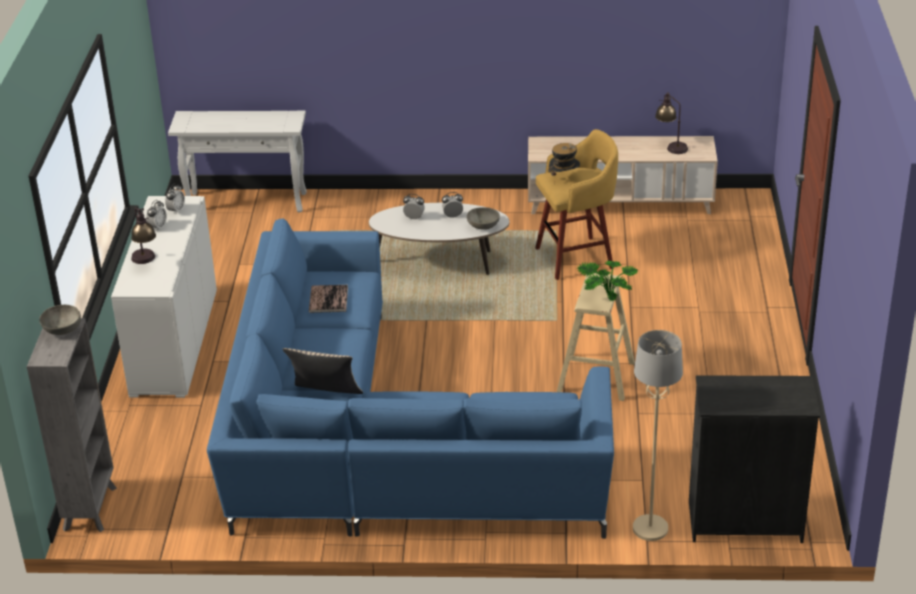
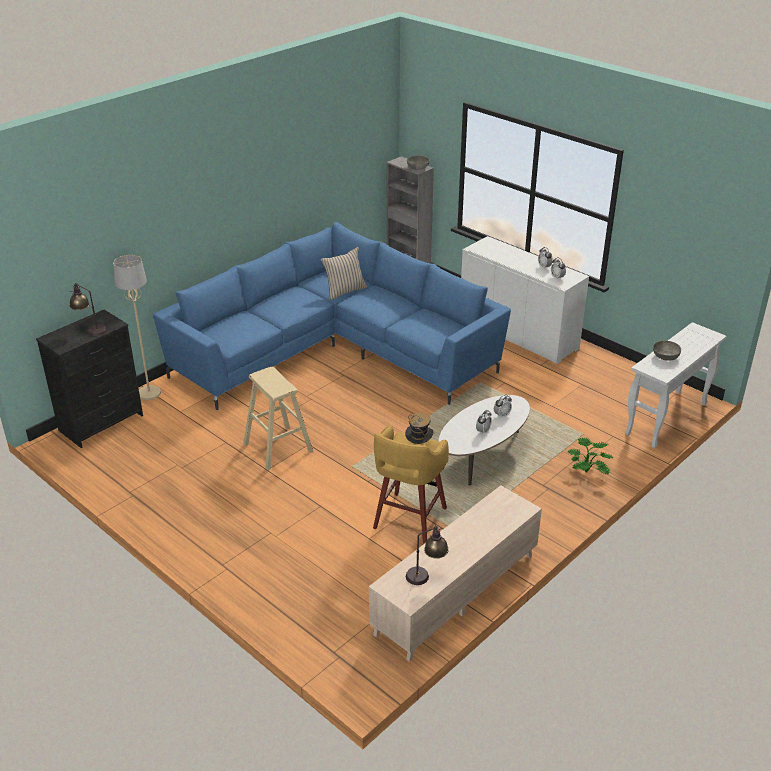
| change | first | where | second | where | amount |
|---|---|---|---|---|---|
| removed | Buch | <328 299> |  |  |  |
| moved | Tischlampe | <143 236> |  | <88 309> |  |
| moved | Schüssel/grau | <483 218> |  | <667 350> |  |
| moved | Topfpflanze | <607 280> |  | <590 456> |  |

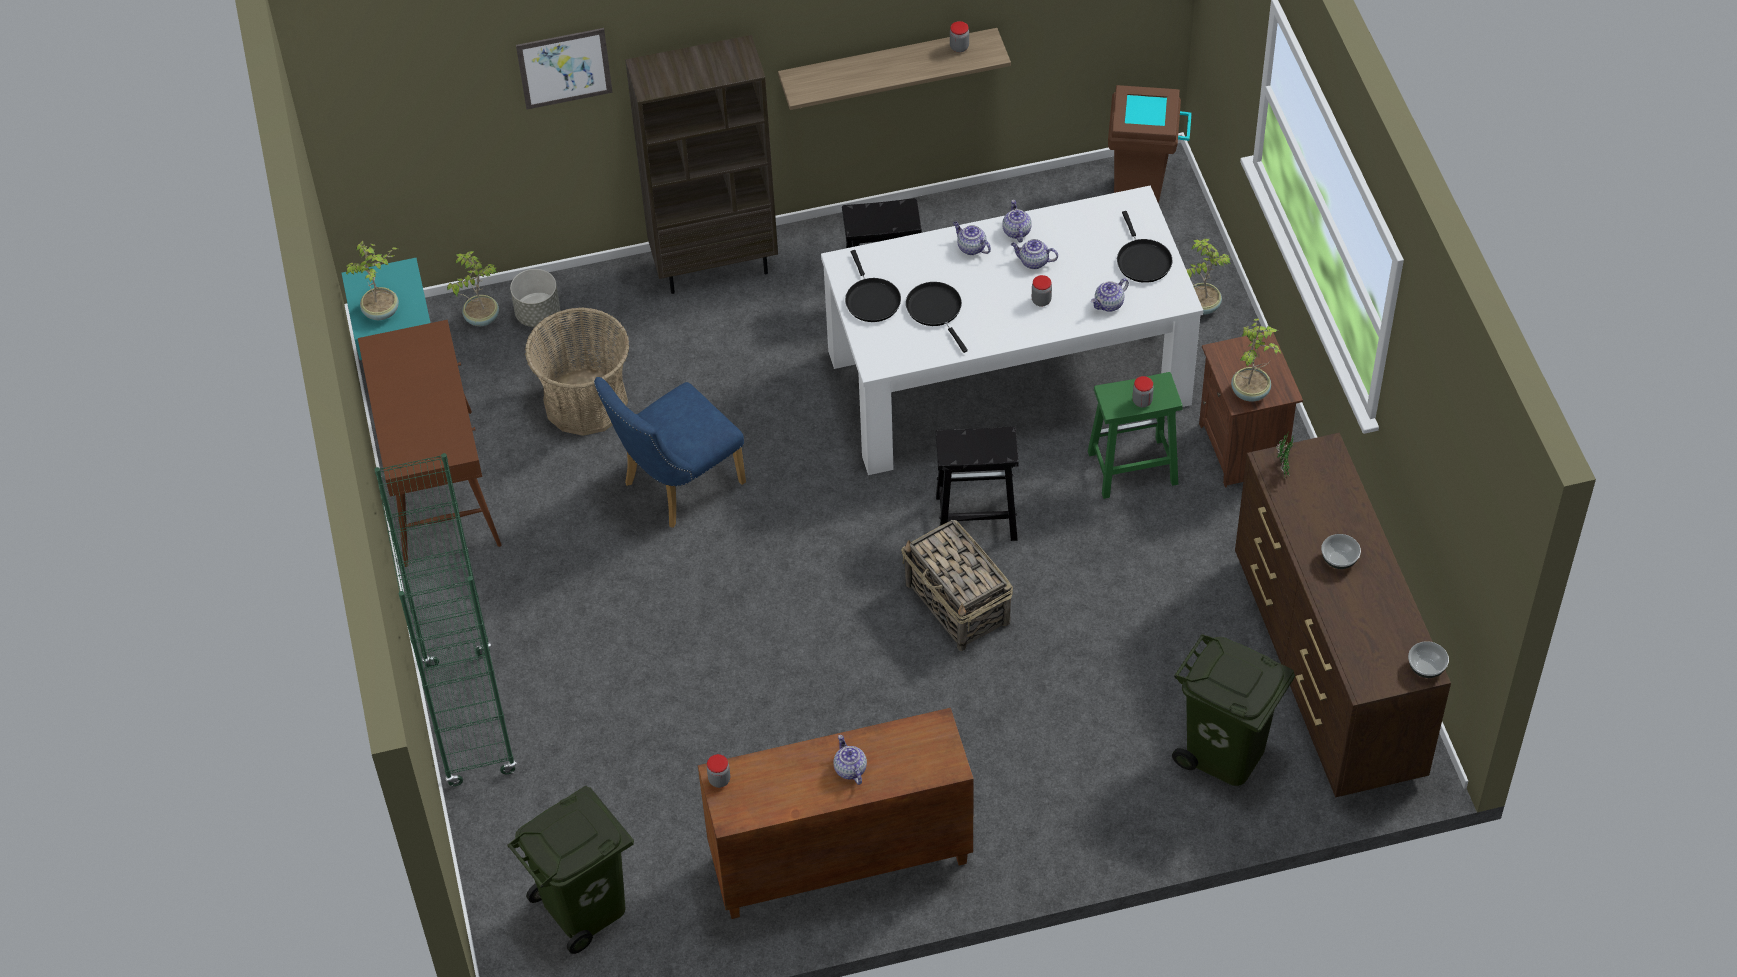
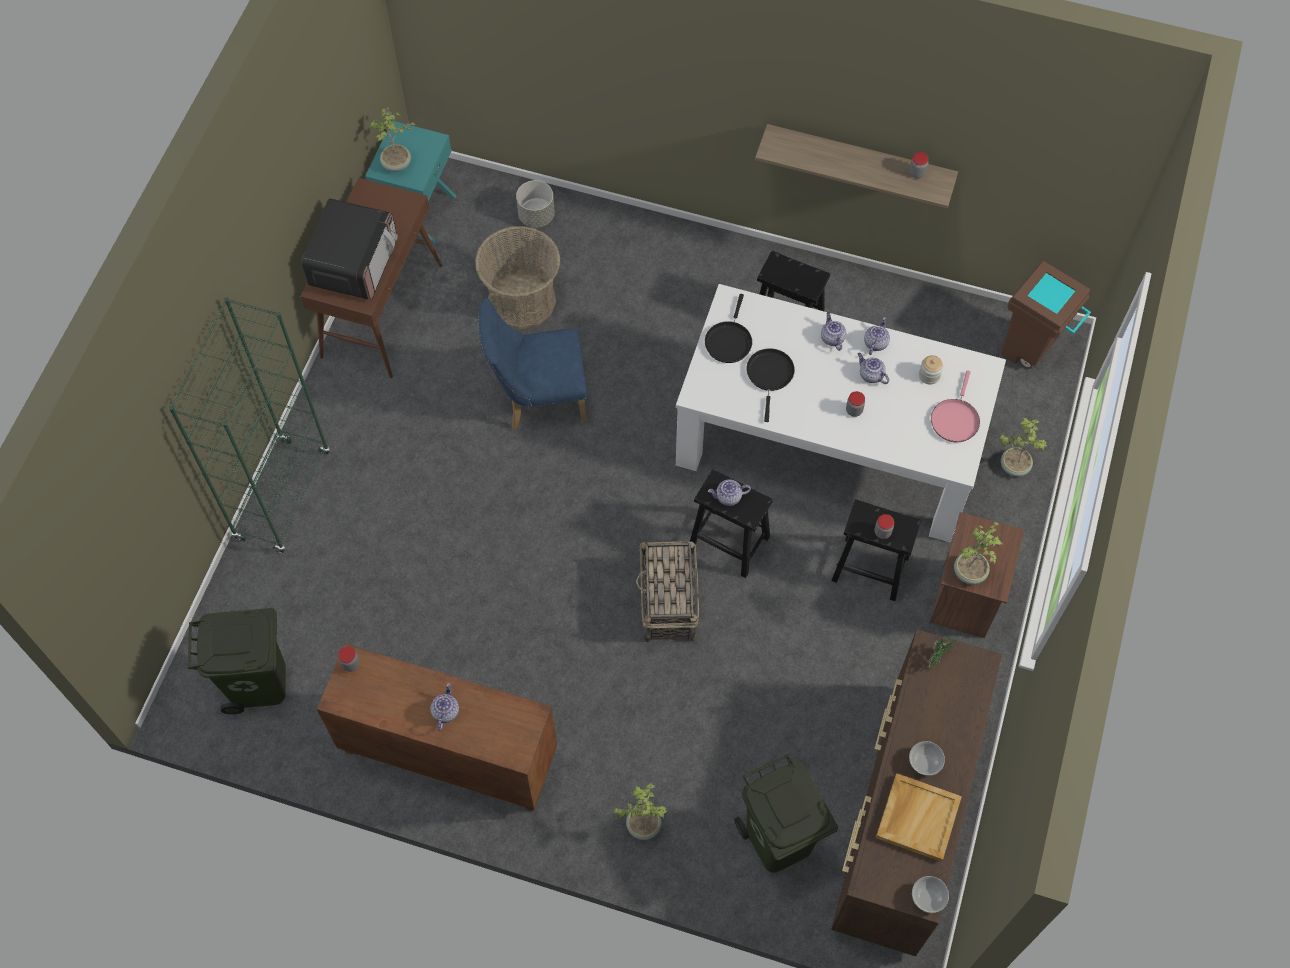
| change | first | where | second | where | amount |
|---|---|---|---|---|---|
| removed | Bild | <564 68> |  |  |  |
| removed | Bücherregal/braun | <701 164> |  |  |  |
| added |  |  | Mikrowelle | <349 249> |  |
| added |  |  | Tablett/beige | <919 817> |  |
| added |  |  | Vorratsglas | <931 369> |  |
| moved | Topfpflanze | <473 288> |  | <639 811> |  |
| moved | Teekanne | <1110 295> |  | <729 492> |  |
| recoloured | Hocker/grün | <1135 435> | Hocker/schwarz | <876 550> |  |
| recoloured | Pfanne/schwarz | <1144 247> | Pfanne/rosa | <955 406> |  |

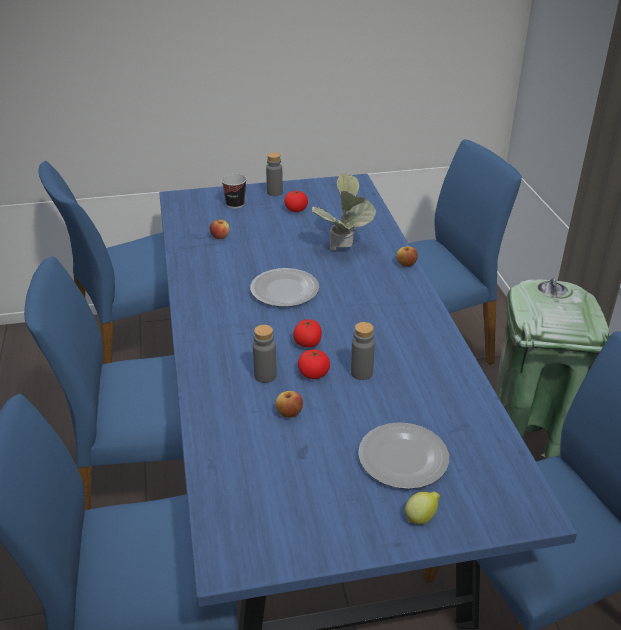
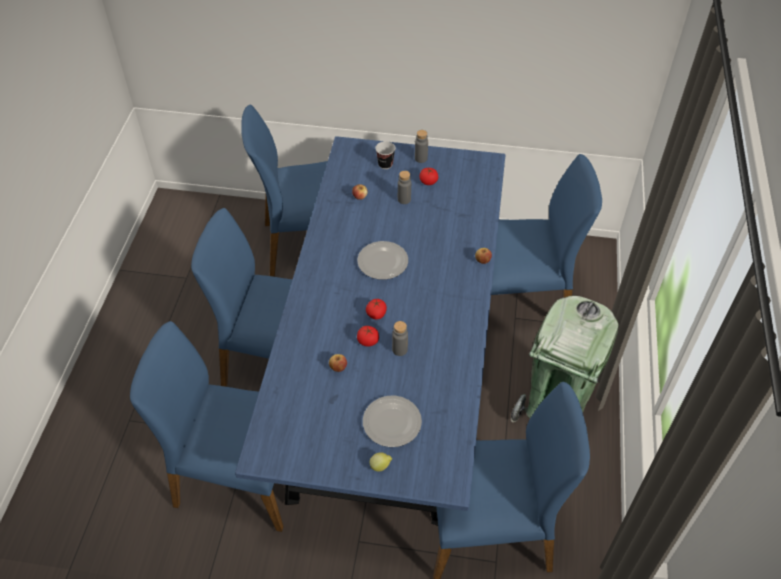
| change | first | where | second | where | amount |
|---|---|---|---|---|---|
| removed | Topfpflanze | <344 212> |  |  |  |
| moved | Flasche/grau | <265 354> |  | <404 187> |  |

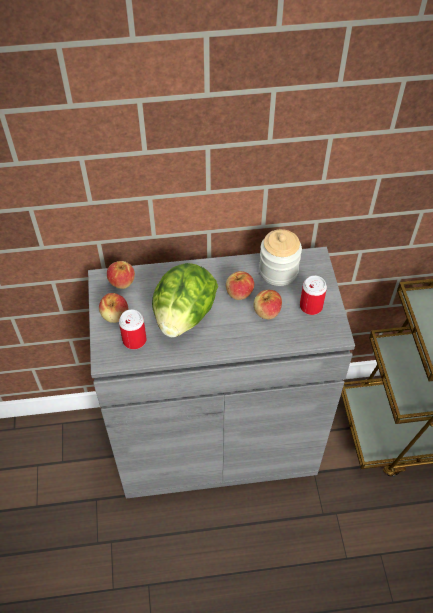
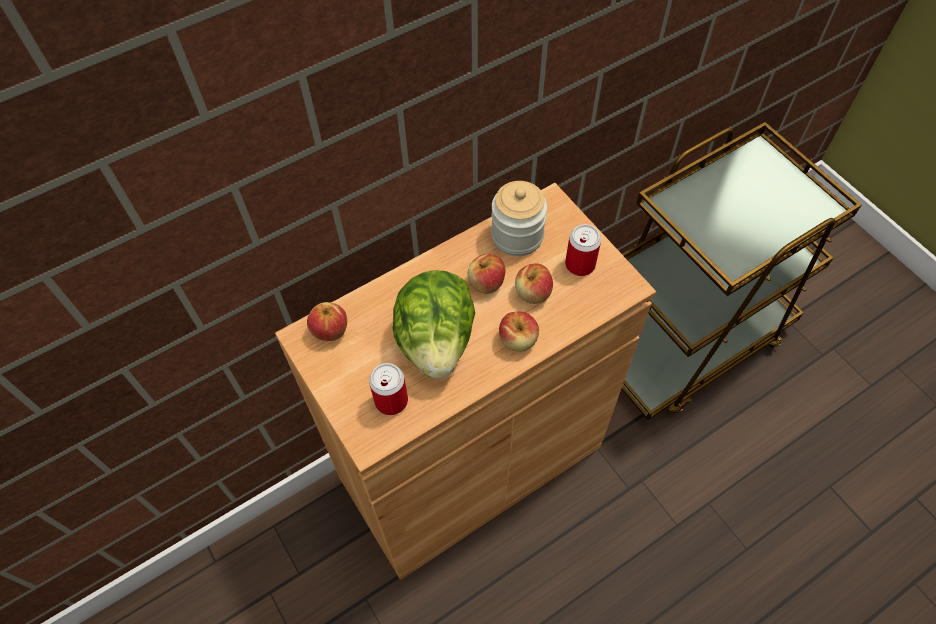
| change | first | where | second | where | amount |
|---|---|---|---|---|---|
| moved | Apfel | <113 308> |  | <519 332> |  |
| recoloured | Schrank/grau | <221 373> | Schrank/braun | <465 381> |  |

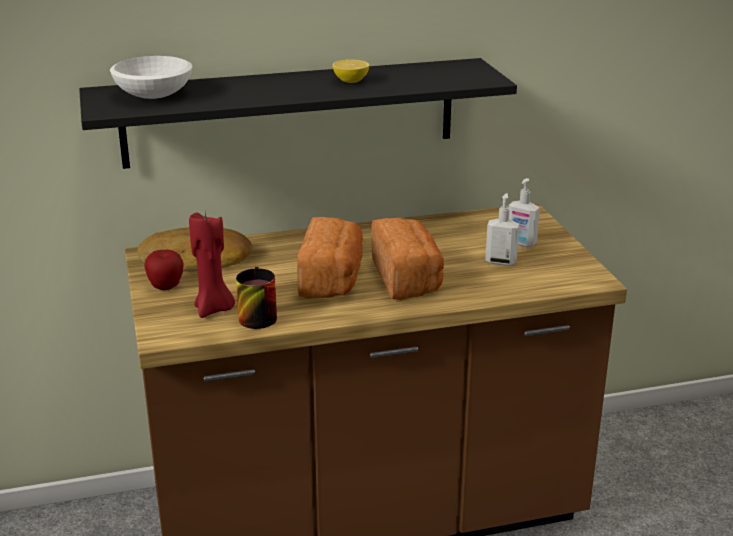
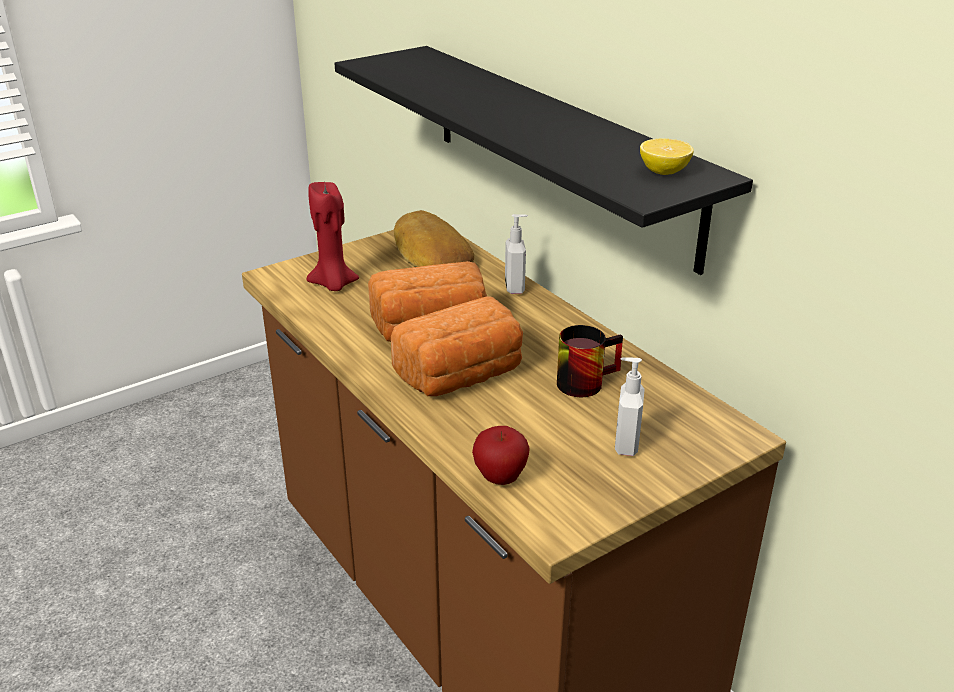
| change | first | where | second | where | amount |
|---|---|---|---|---|---|
| removed | Schüssel/weiß | <151 77> |  |  |  |
| moved | Apfel | <164 270> |  | <501 455> |  |
| moved | Henkelbecher | <256 298> |  | <590 361> |  |
| moved | Zitrone | <350 71> |  | <667 157> |  |
| moved | Seifenspender | <502 229> |  | <516 254> |  |

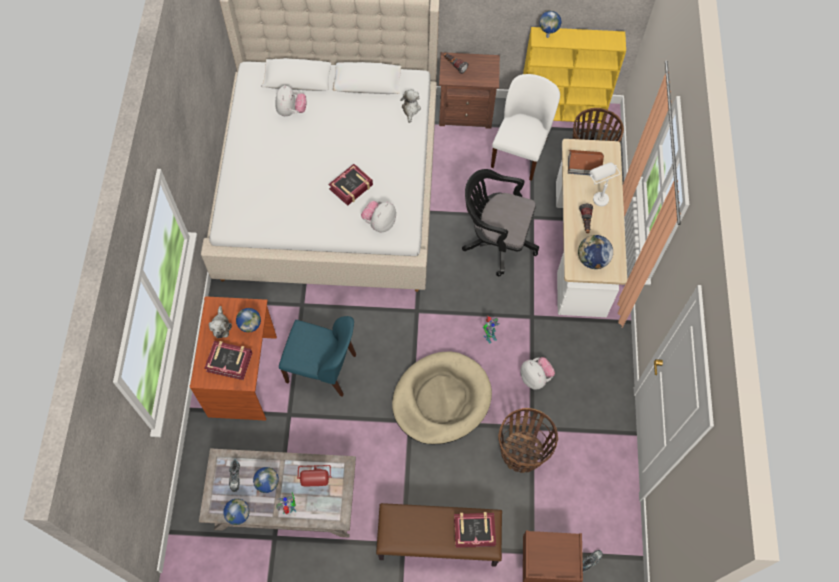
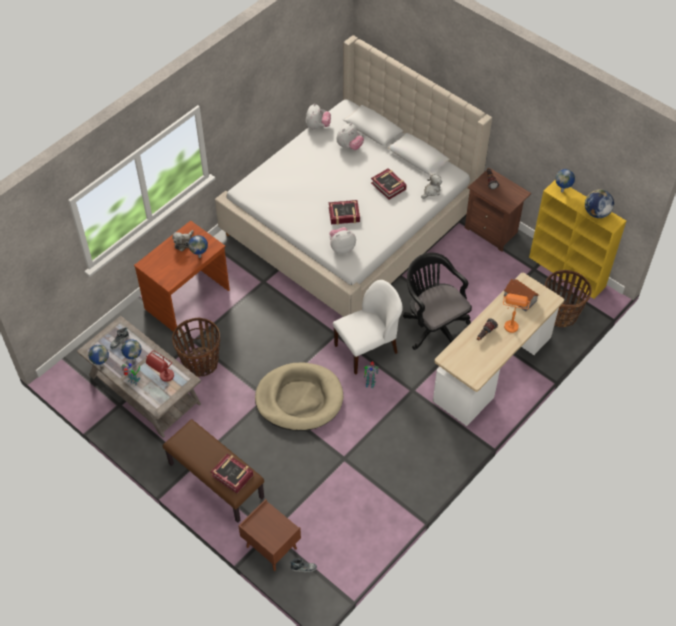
| change | first | where | second | where | amount |
|---|---|---|---|---|---|
| removed | Stuhl/blau | <317 356> |  |  |  |
| moved | Buch | <228 360> |  | <389 184> |  |
| moved | Stuhl/weiß | <525 127> |  | <368 327> |  |
| moved | Korb | <528 440> |  | <196 347> |  |
| moved | Plüschtier | <537 373> |  | <318 116> |  |
| moved | Globus | <595 252> |  | <599 203> |  |
| recoloured | Tischlampe/weiß | <605 184> | Tischlampe/orange | <516 313> |  |

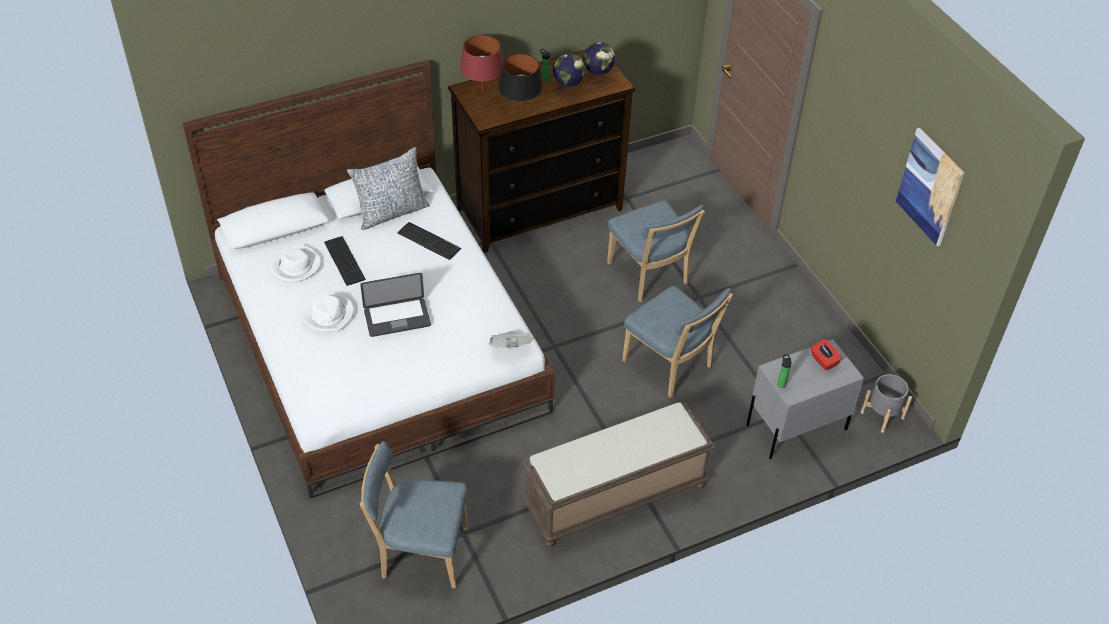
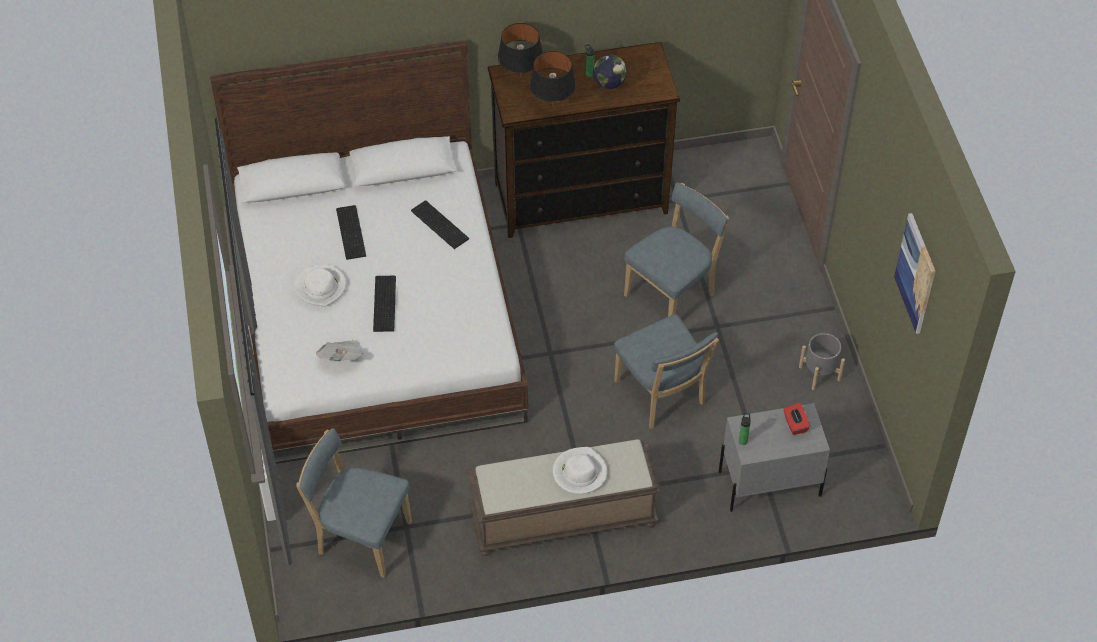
| change | first | where | second | where | amount |
|---|---|---|---|---|---|
| removed | Kissen | <388 188> |  |  |  |
| removed | Globus | <599 64> |  |  |  |
| moved | Hut/weiß | <295 263> |  | <580 470> |  |
| moved | Zeitung | <511 339> |  | <339 351> |  |
| moved | Pflanzkübel/grau | <886 403> |  | <822 361> |  |
| replaced | Laptop | <395 305> | Tastatur | <384 304> |  |
| recoloured | Tischlampe/rot | <481 63> | Tischlampe/schwarz | <520 48> |  |
| turned | Stuhl/blau | <656 251> |  | <677 250> | 120 degrees counterclockwise |

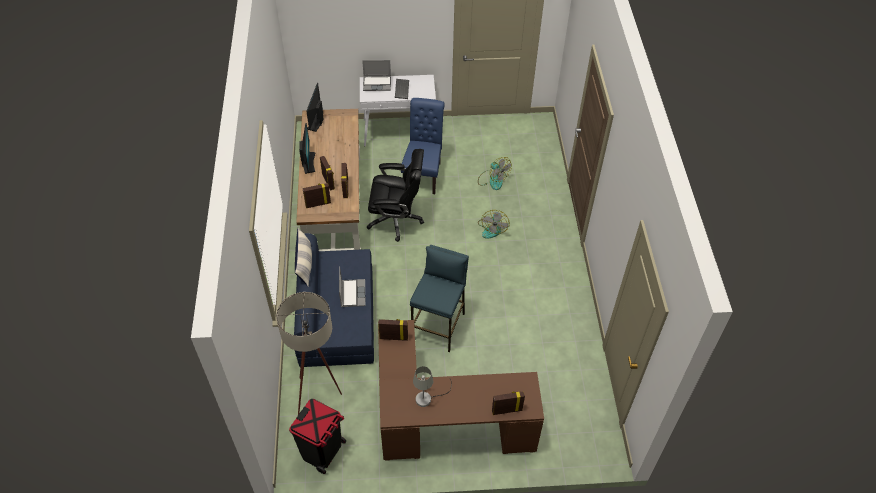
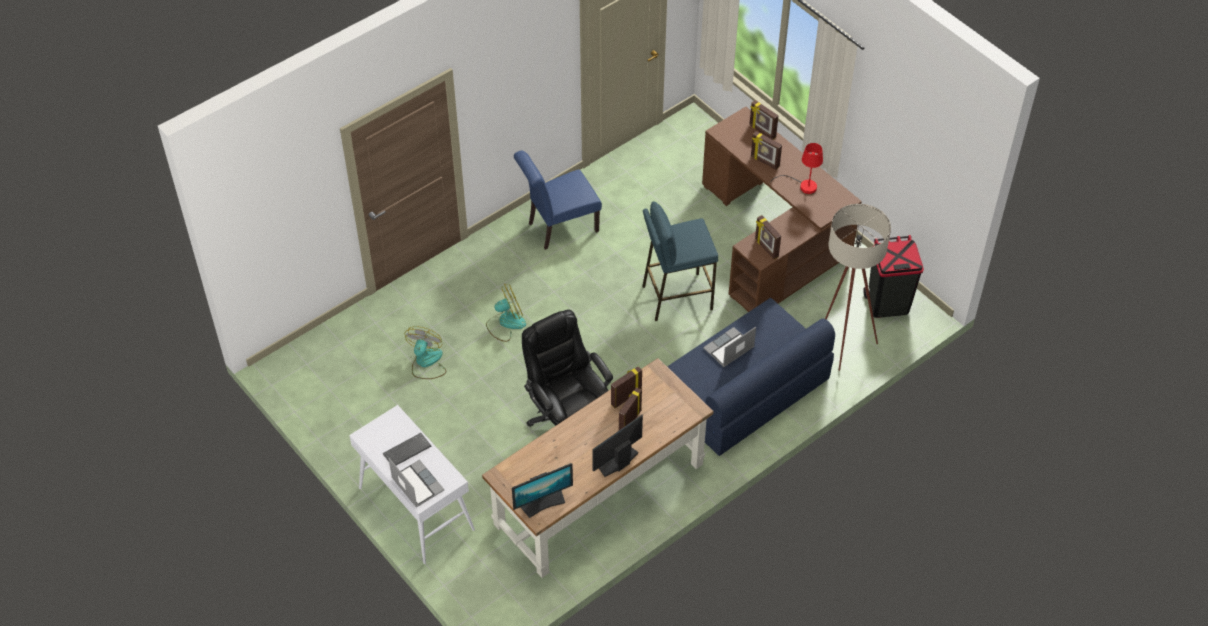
| change | first | where | second | where | amount |
|---|---|---|---|---|---|
| removed | Kissen | <303 257> |  |  |  |
| moved | Bilderrahmen | <317 195> |  | <766 150> |  |
| moved | Stuhl/blau | <423 146> |  | <558 200> |  |
| recoloured | Tischlampe/grau | <432 386> | Tischlampe/rot | <796 168> |  |

